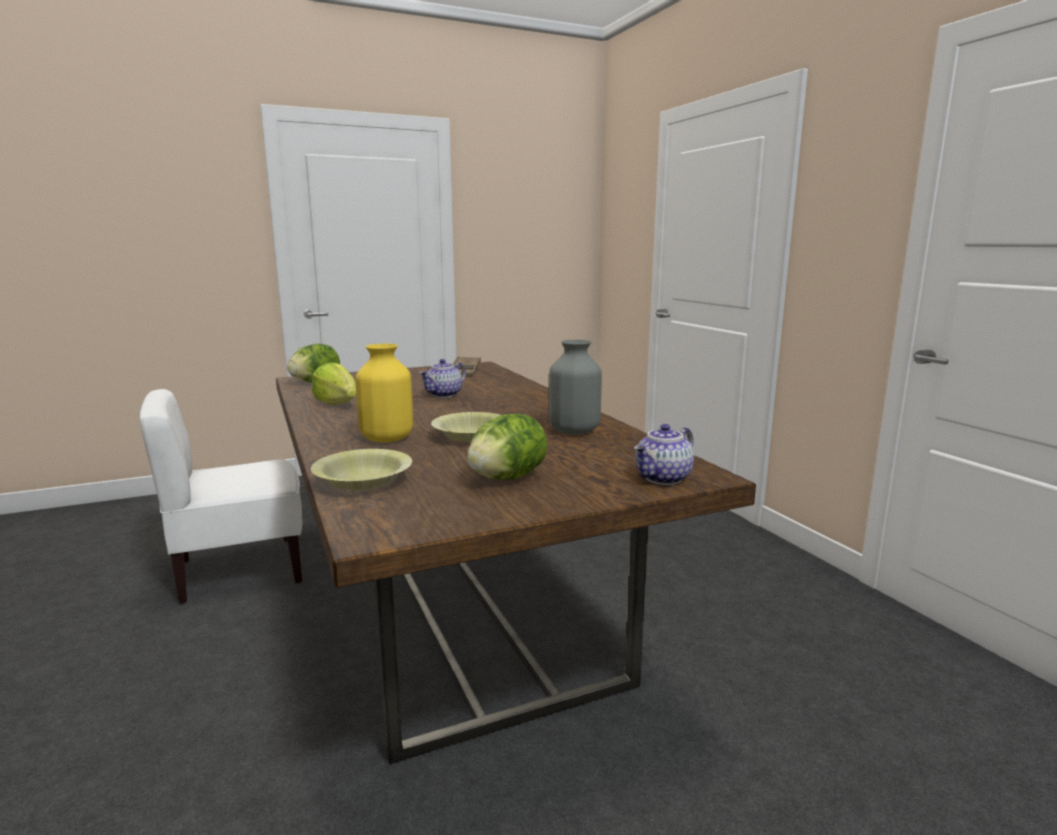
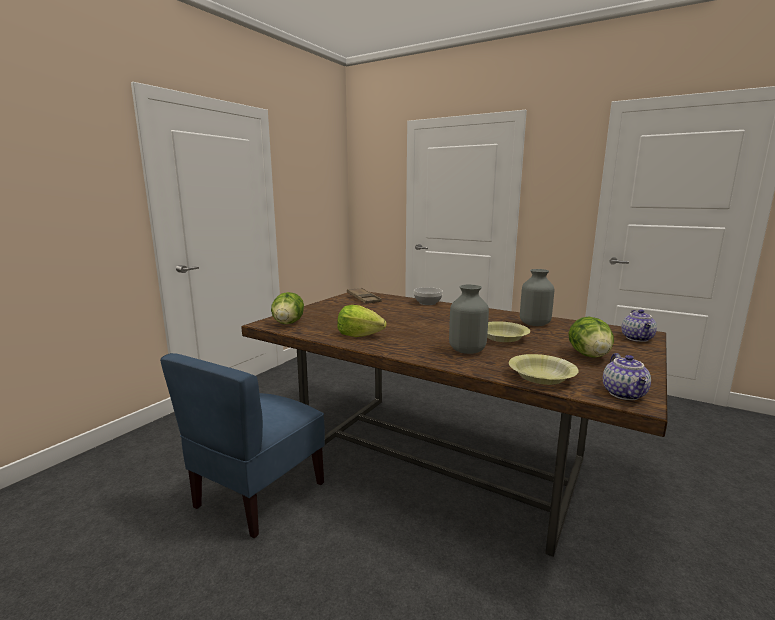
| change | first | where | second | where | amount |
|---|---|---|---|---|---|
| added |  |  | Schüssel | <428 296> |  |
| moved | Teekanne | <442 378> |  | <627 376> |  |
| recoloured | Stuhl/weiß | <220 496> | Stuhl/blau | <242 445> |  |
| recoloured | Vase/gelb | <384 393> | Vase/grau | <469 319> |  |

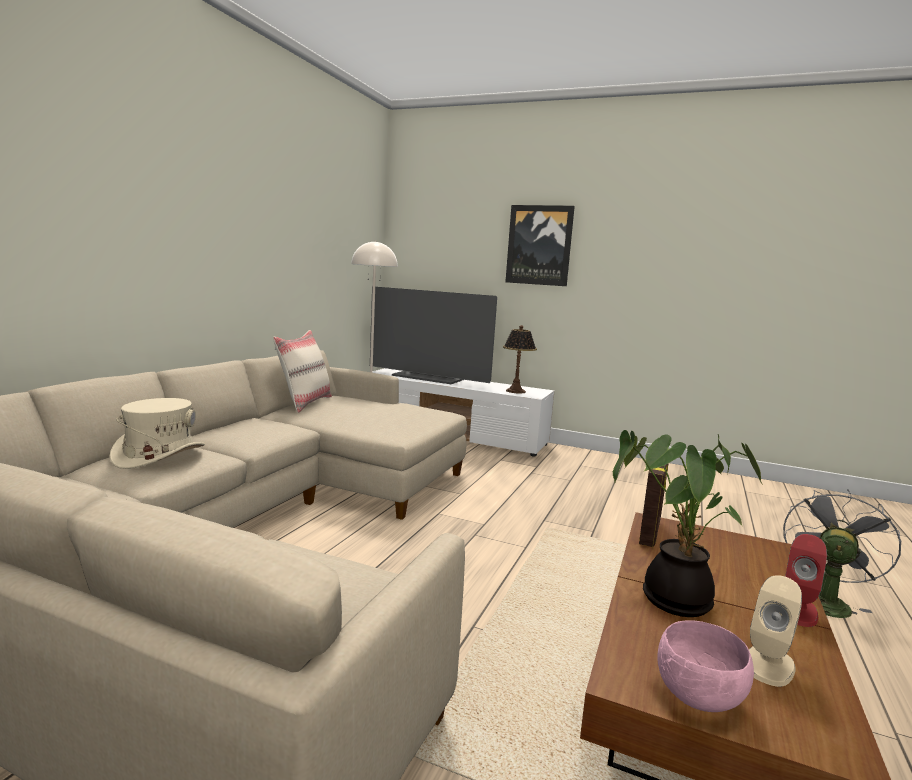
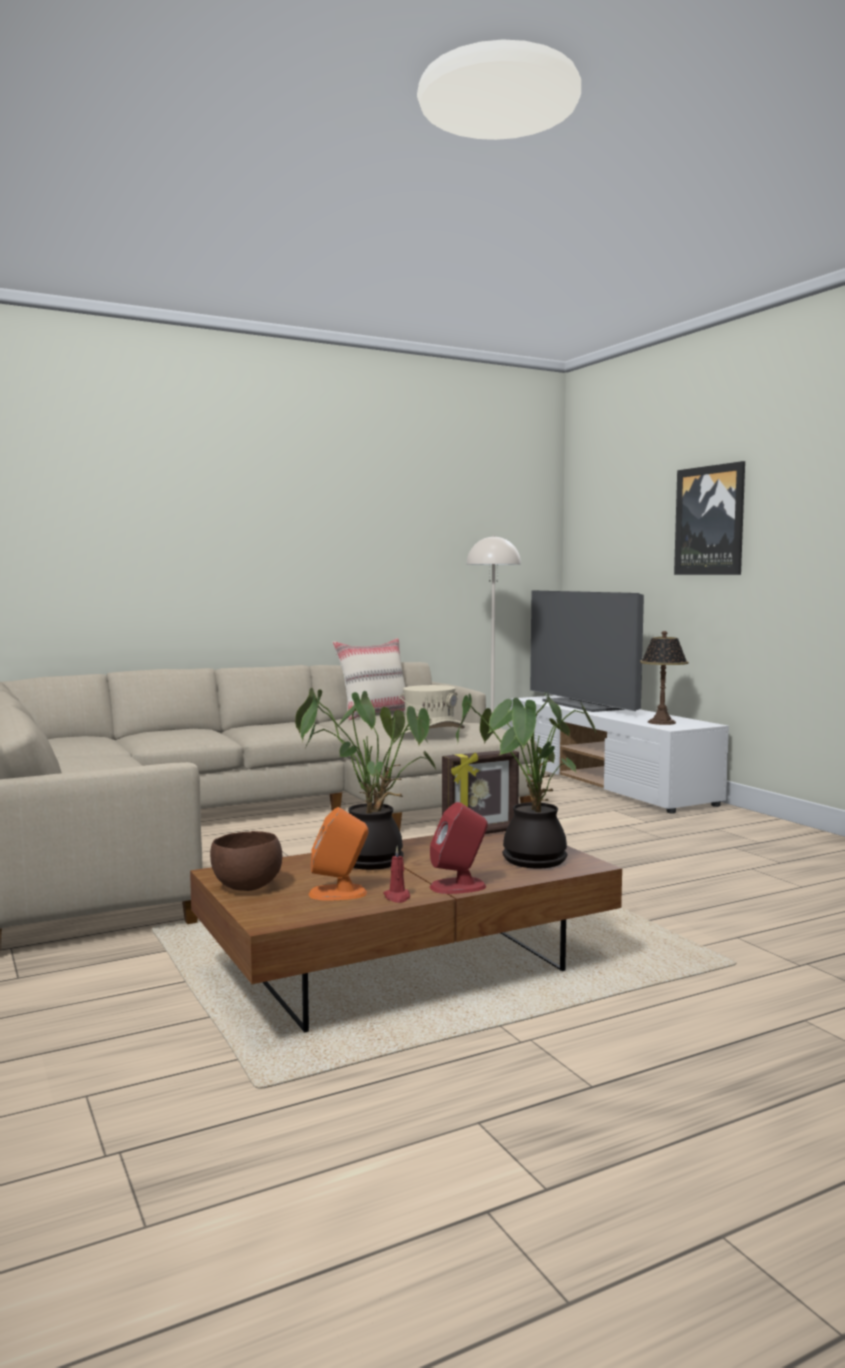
| change | first | where | second | where | amount |
|---|---|---|---|---|---|
| removed | Ventilator/grau | <842 553> |  |  |  |
| added |  |  | Kerze/rot | <396 874> |  |
| added |  |  | Topfpflanze | <527 779> |  |
| moved | Hut/beige | <157 433> |  | <432 709> |  |
| recoloured | Schüssel/rosa | <705 666> | Schüssel/braun | <246 861> |  |
| recoloured | Lautsprecher/beige | <775 631> | Lautsprecher/orange | <339 854> |  |

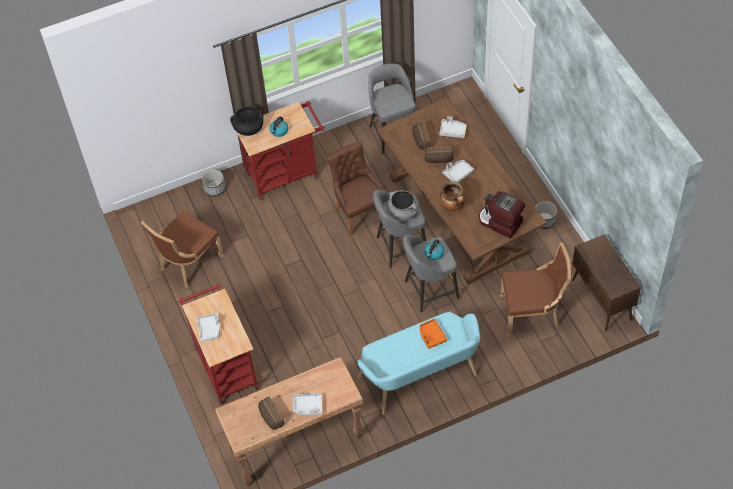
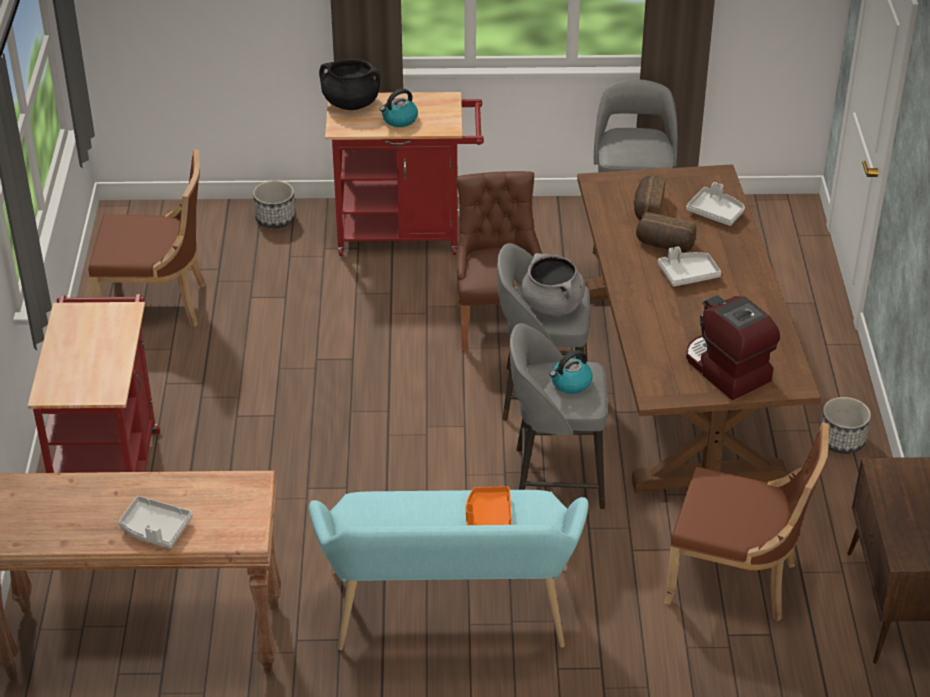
| change | first | where | second | where | amount |
|---|---|---|---|---|---|
| removed | Tablett/grau | <208 327> |  |  |  |
| removed | Brot | <271 413> |  |  |  |
| removed | Kochtopf | <452 196> |  |  |  |
| turned | Stuhl/braun | <182 249> |  | <147 238> | 150 degrees counterclockwise |

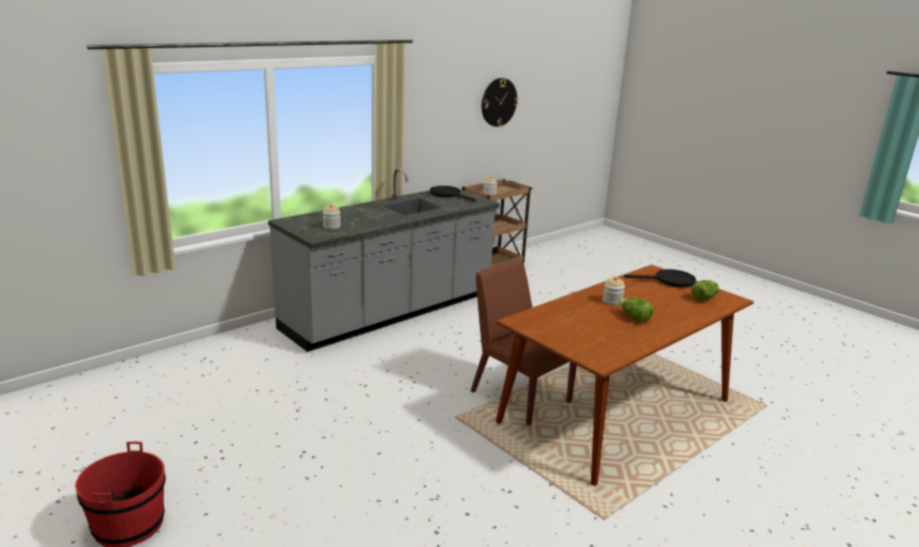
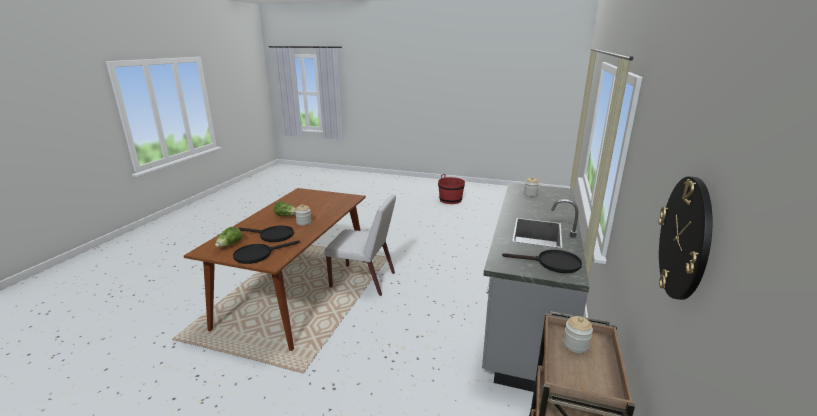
| change | first | where | second | where | amount |
|---|---|---|---|---|---|
| added |  |  | Pfanne/schwarz | <266 233> |  |
| recoloured | Stuhl/braun | <524 342> | Stuhl/weiß | <360 245> |  |

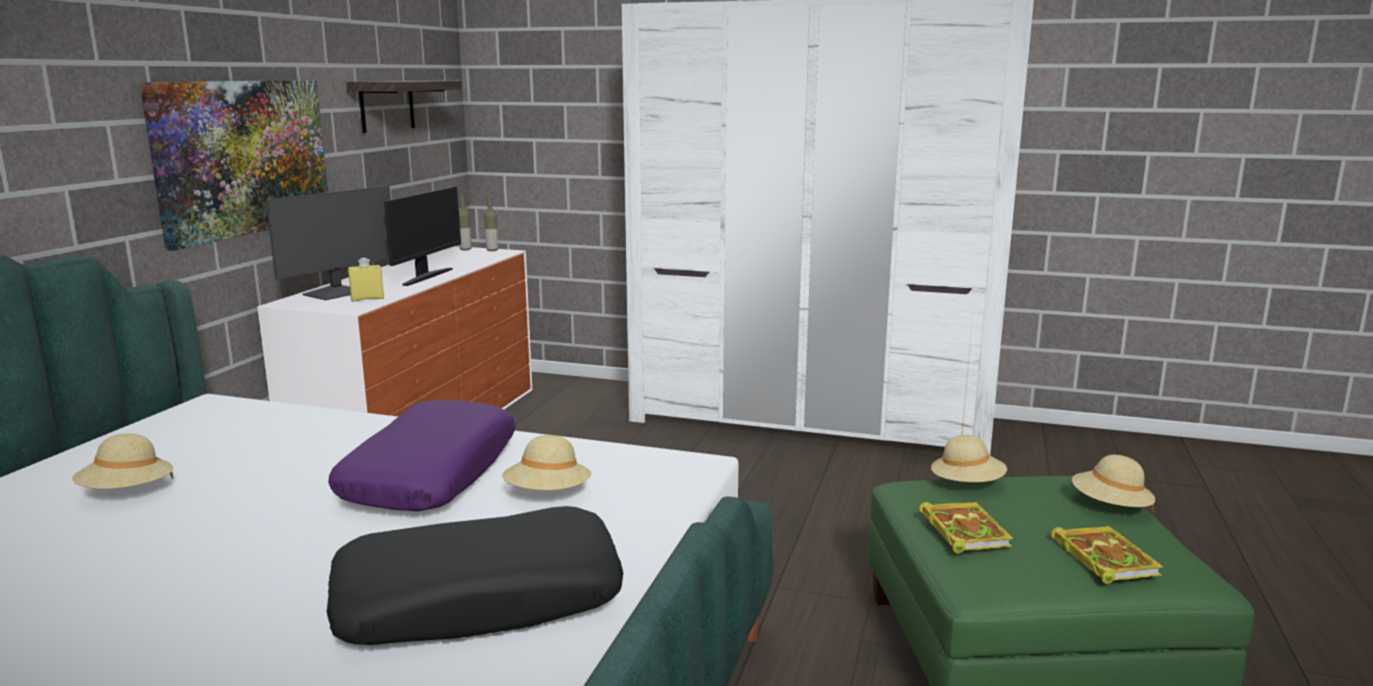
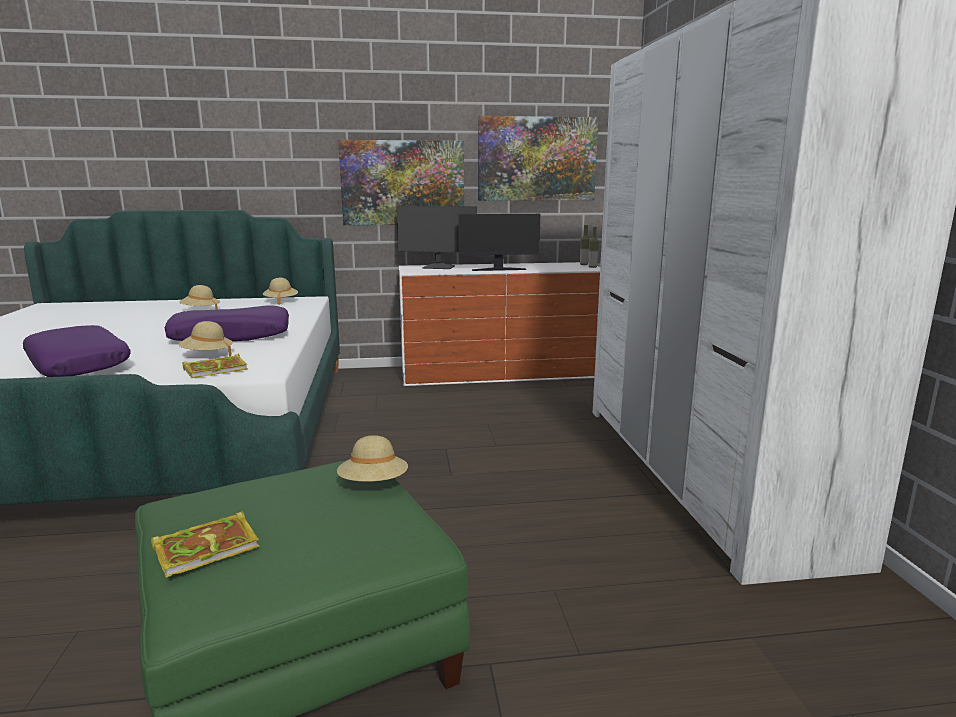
| change | first | where | second | where | amount |
|---|---|---|---|---|---|
| removed | Flasche/gelb | <366 280> |  |  |  |
| moved | Buch | <966 527> |  | <215 366> |  |
| moved | Hut/beige | <1113 483> |  | <280 291> |  |
| replaced | Wandregal | <404 107> | Bild | <538 158> |  |
| recoloured | Kissen/schwarz | <475 575> | Kissen/lila | <77 351> |  |

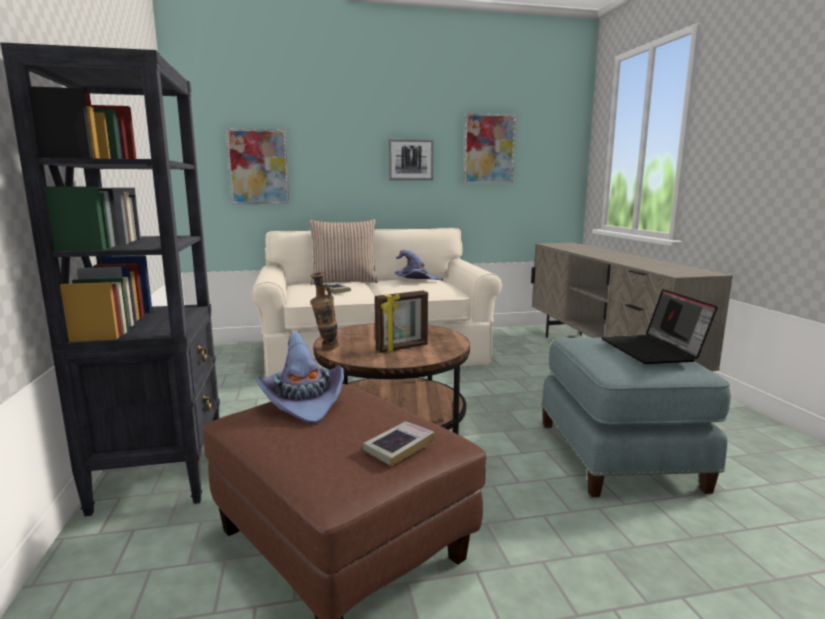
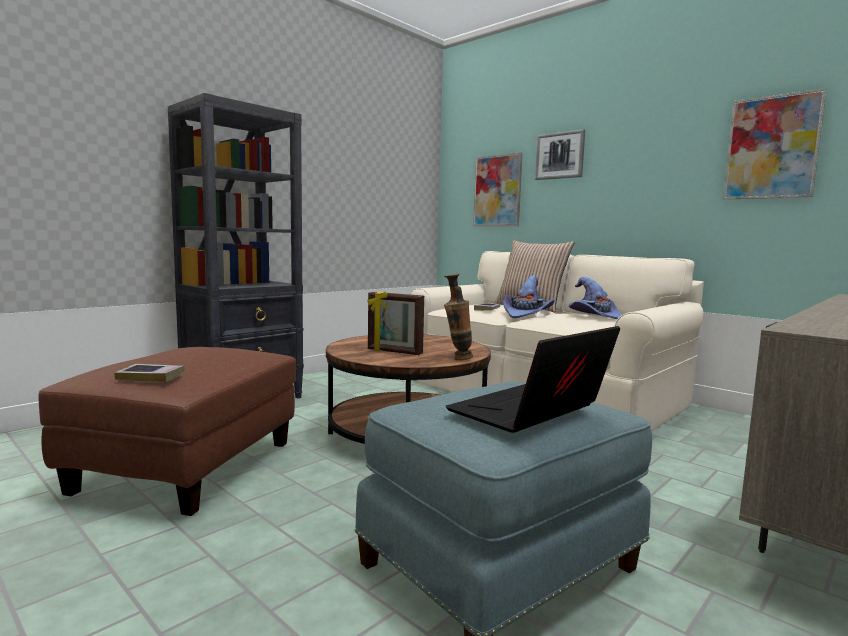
| change | first | where | second | where | amount |
|---|---|---|---|---|---|
| moved | Hut/lila | <299 378> |  | <529 296> |  |
| moved | Vase | <324 311> |  | <458 317> |  |
| moved | Bild | <411 159> |  | <560 154> |  |

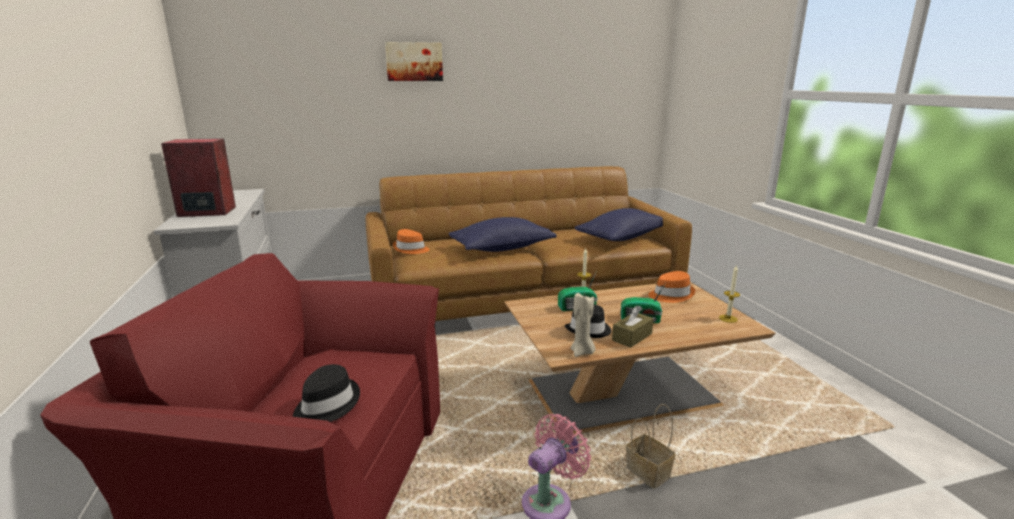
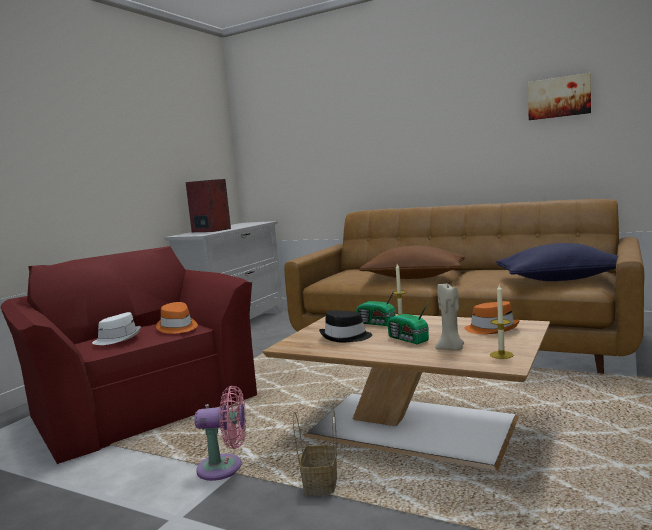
| change | first | where | second | where | amount |
|---|---|---|---|---|---|
| removed | Taschentuchbox/braun | <633 327> |  |  |  |
| moved | Bild | <414 61> |  | <559 96> |  |
| moved | Hut/orange | <411 241> |  | <177 318> |  |
| moved | Kerze/beige | <583 324> |  | <449 317> |  |
| recoloured | Hut/schwarz | <326 393> | Hut/weiß | <116 328> |  |
| recoloured | Kissen/blau | <503 234> | Kissen/braun | <412 262> |  |

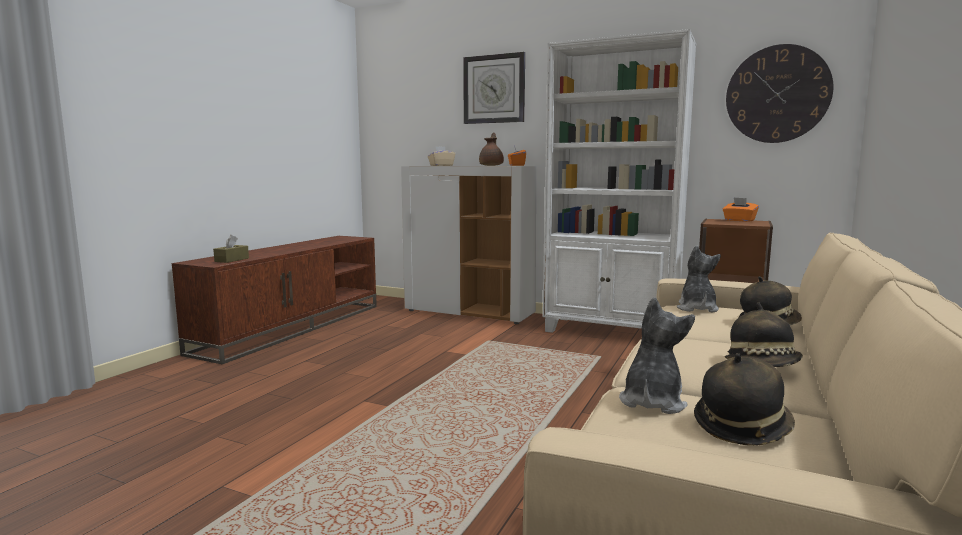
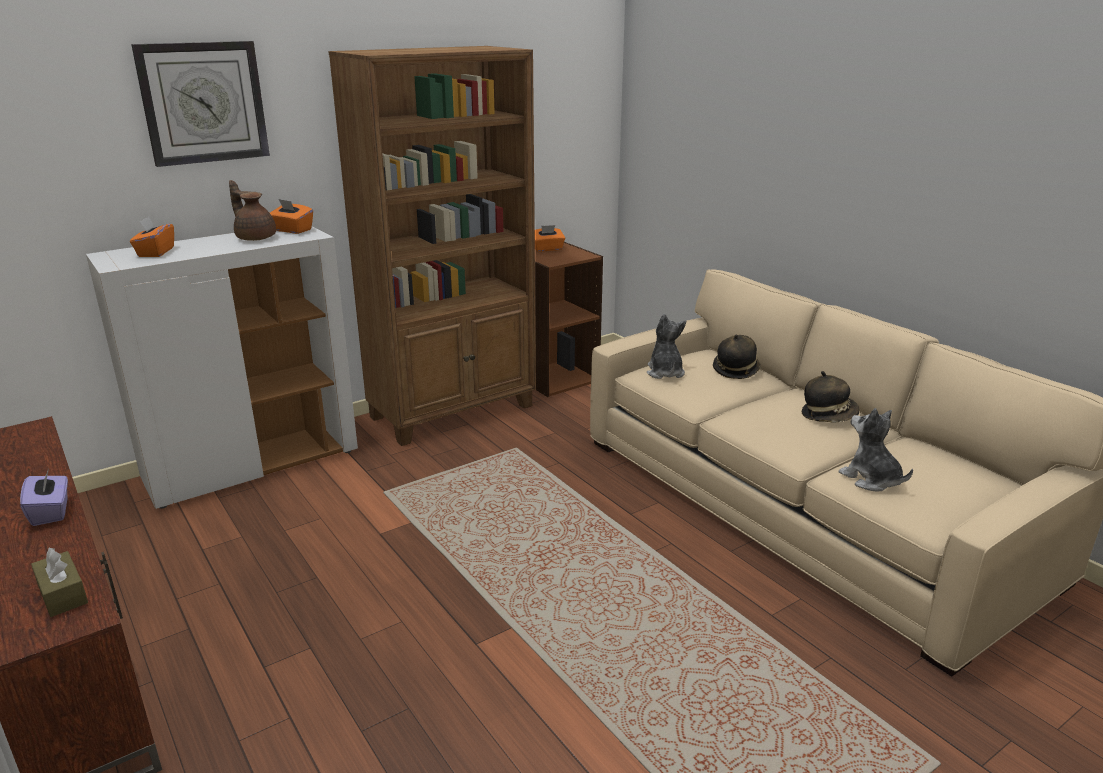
| change | first | where | second | where | amount |
|---|---|---|---|---|---|
| removed | Hut | <744 399> |  |  |  |
| removed | Wanduhr | <779 93> |  |  |  |
| added |  |  | Taschentuchbox/lila | <44 497> |  |
| recoloured | Taschentuchbox/beige | <441 156> | Taschentuchbox/orange | <152 237> |  |
| recoloured | Bücherregal/weiß | <619 181> | Bücherregal/braun | <432 246> |  |
| turned | Plüschtier | <699 279> |  | <666 346> | 45 degrees clockwise |

